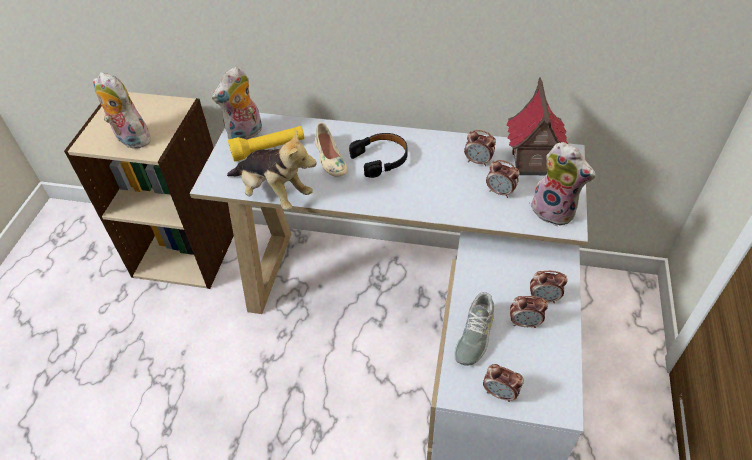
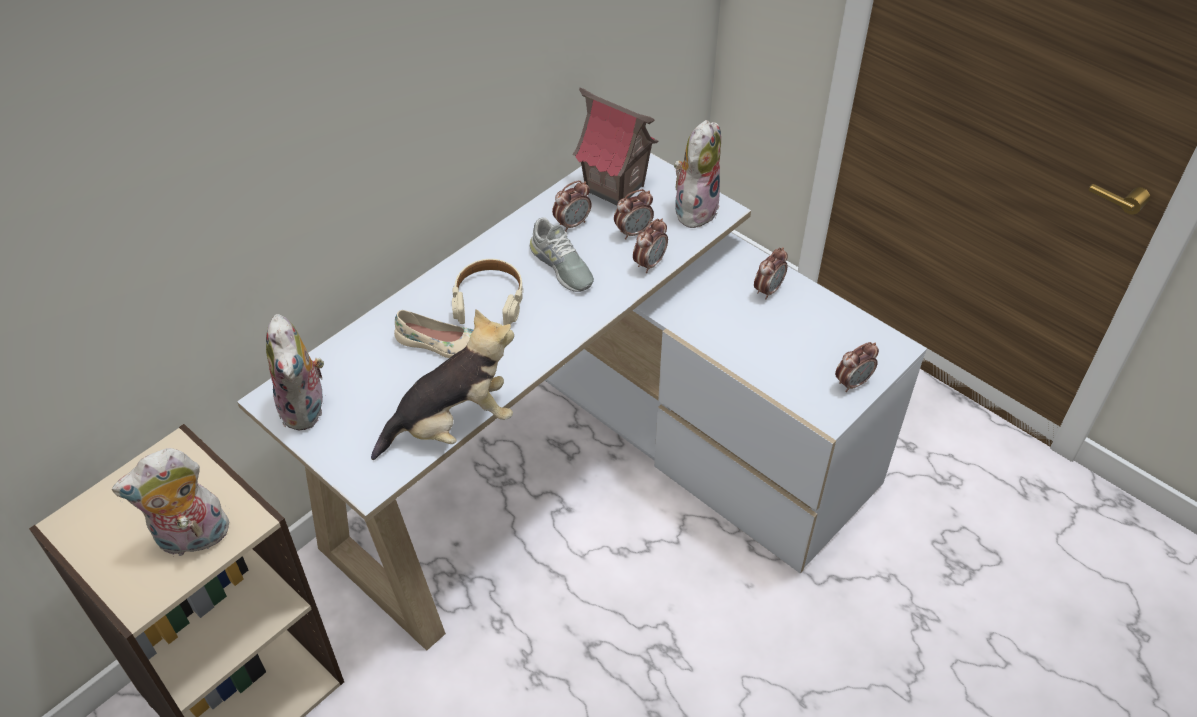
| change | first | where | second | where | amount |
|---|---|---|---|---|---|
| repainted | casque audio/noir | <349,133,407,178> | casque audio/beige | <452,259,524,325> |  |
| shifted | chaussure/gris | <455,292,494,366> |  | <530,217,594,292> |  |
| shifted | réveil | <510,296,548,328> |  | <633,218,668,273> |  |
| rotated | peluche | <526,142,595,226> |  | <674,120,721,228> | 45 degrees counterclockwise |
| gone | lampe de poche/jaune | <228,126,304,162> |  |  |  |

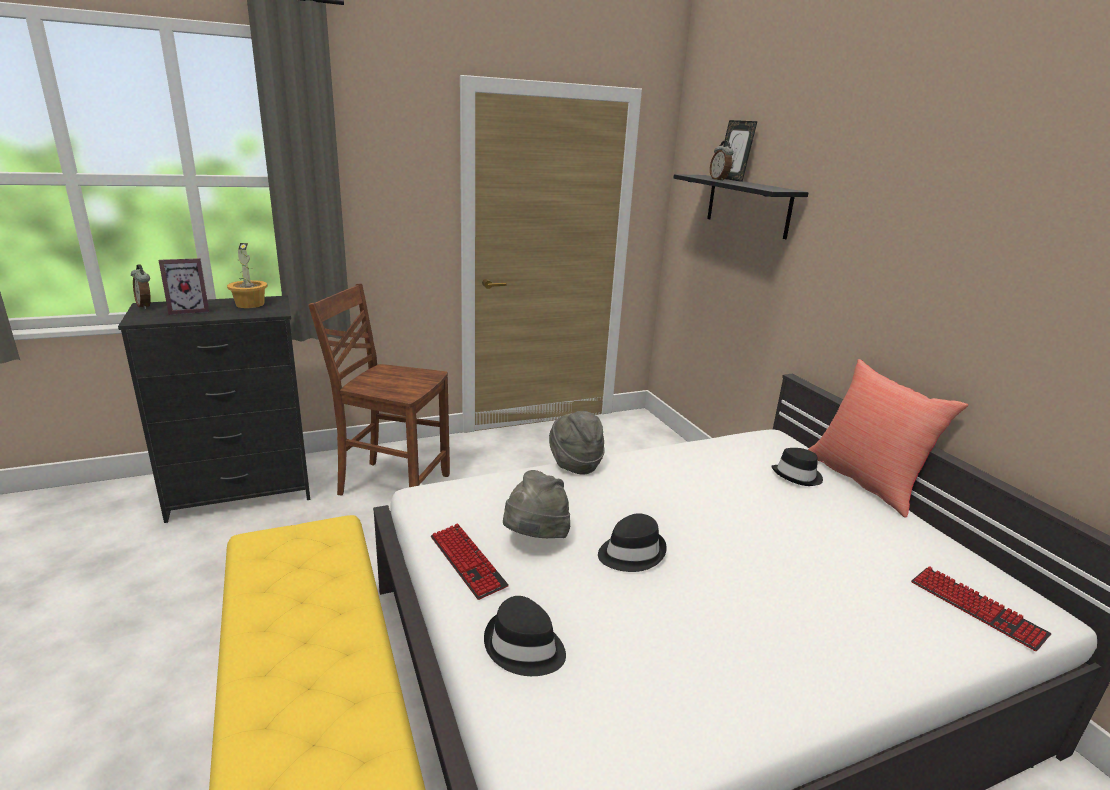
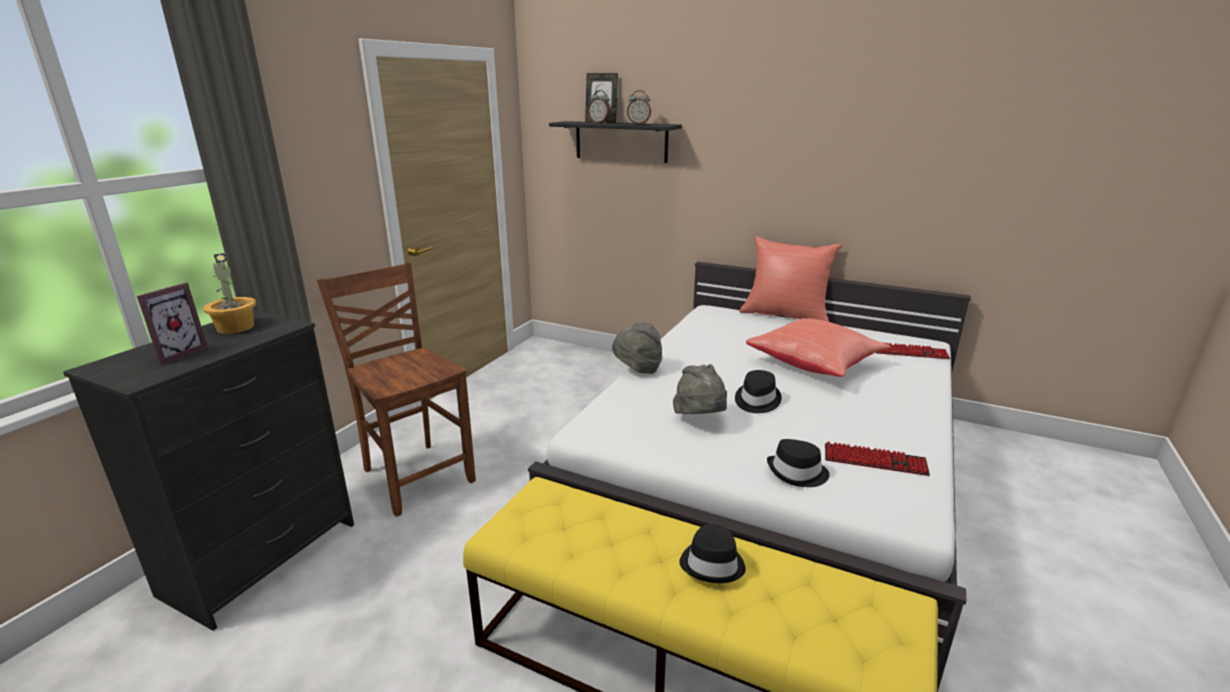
| change | first | where | second | where | amount |
|---|---|---|---|---|---|
| rotated | chaise/marron | <308,283,450,495> |  | <317,262,476,517> | 75 degrees clockwise |
| shifted | réveil | <131,265,151,309> |  | <627,90,651,125> |  |
| shifted | chapeau/noir | <771,448,823,486> |  | <679,524,746,583> |  |
| new |  |  | coussin/rouge | <746,319,891,377> |  |
| shifted | clavier | <431,523,509,600> |  | <825,442,930,476> |  |

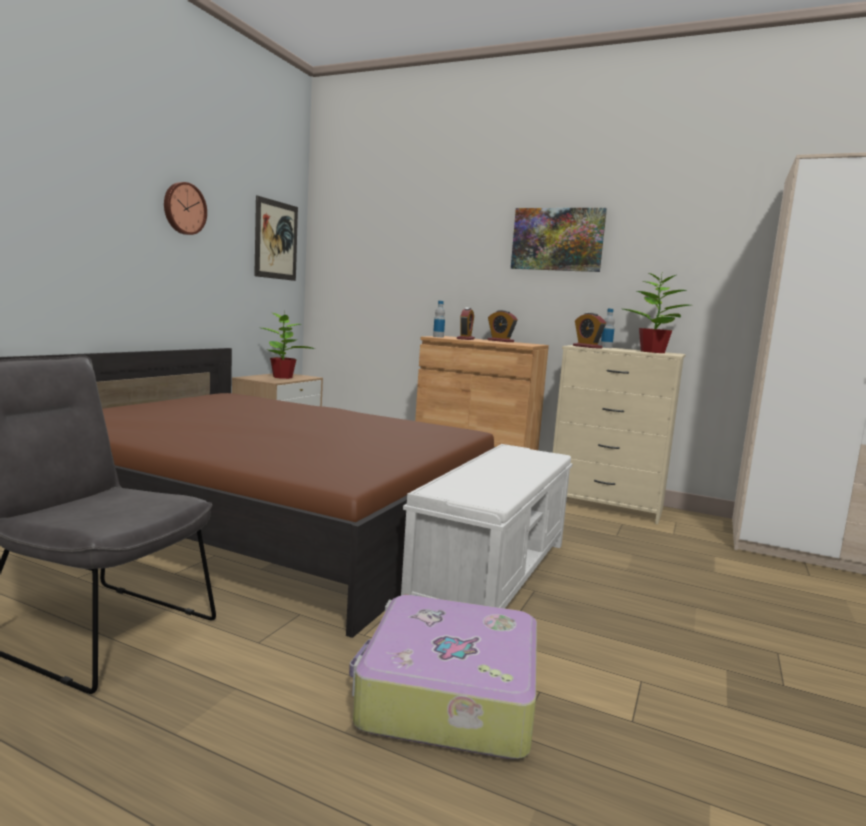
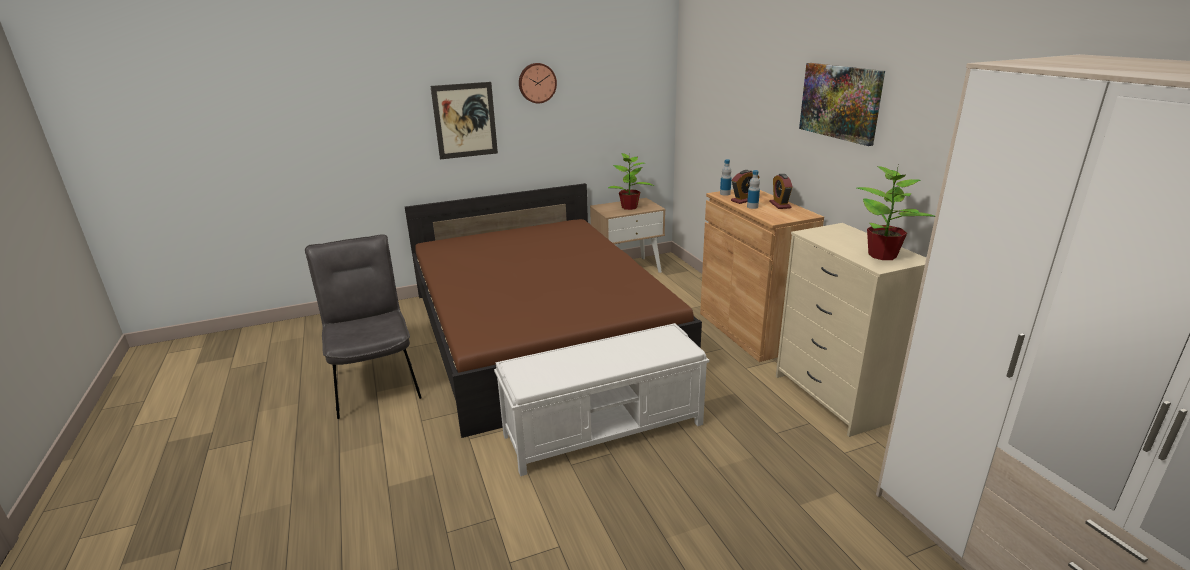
| change | first | where | second | where | amount |
|---|---|---|---|---|---|
| shifted | tableau | <254,195,298,281> |  | <430,82,498,159> |  |
| shifted | bouteille | <600,309,615,348> |  | <747,170,760,209> |  |
| gone | valise | <349,595,537,759> |  |  |  |
| gone | réveil | <573,312,606,349> |  |  |  |

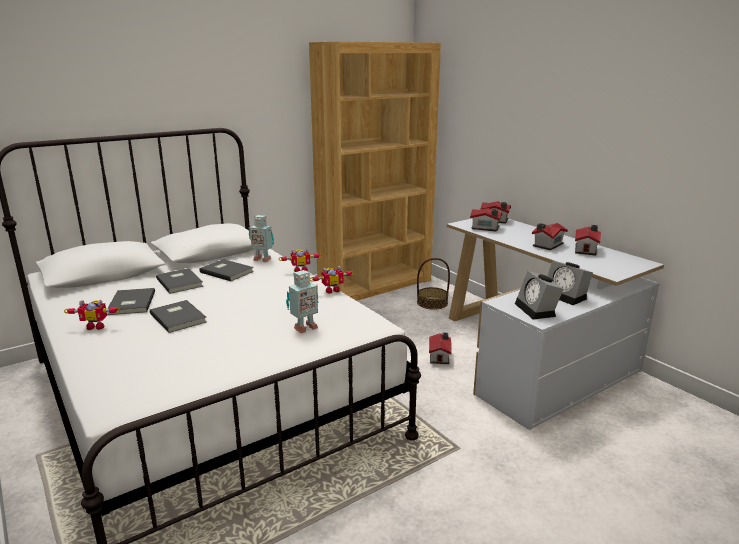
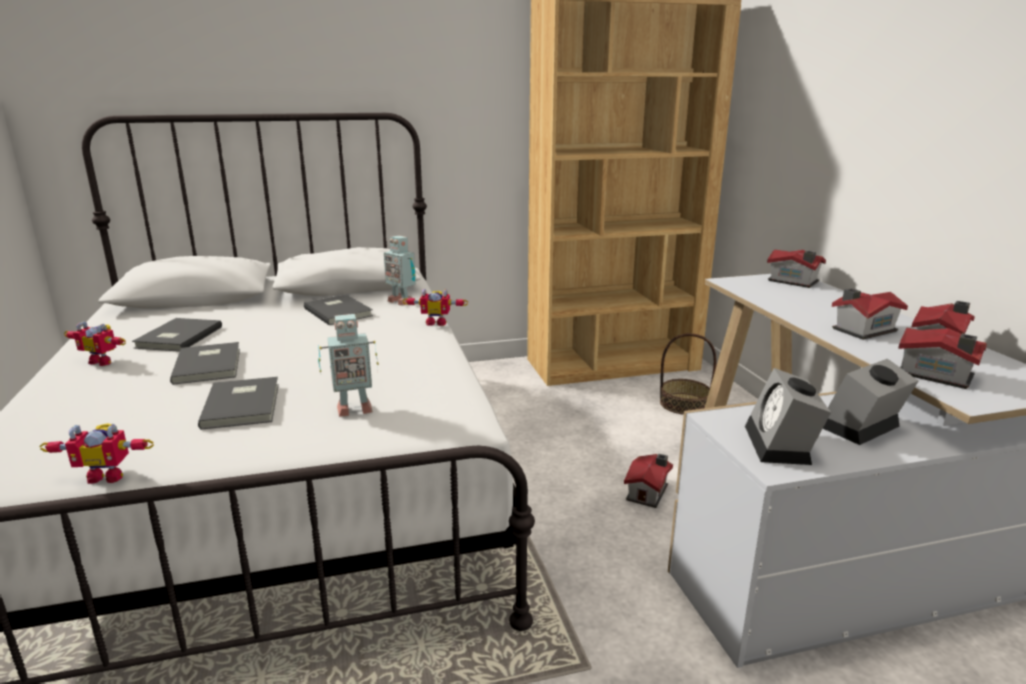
| change | first | where | second | where | amount |
|---|---|---|---|---|---|
| shifted | robot jouet | <310,266,355,293> |  | <39,423,154,484> |  |
| shifted | livre/gris | <156,268,203,294> |  | <198,377,279,430> |  |
| rotated | réveil | <548,261,593,305> |  | <823,359,919,445> | 75 degrees clockwise |
| shifted | maison miniature | <470,208,502,232> |  | <898,328,987,389> |  |

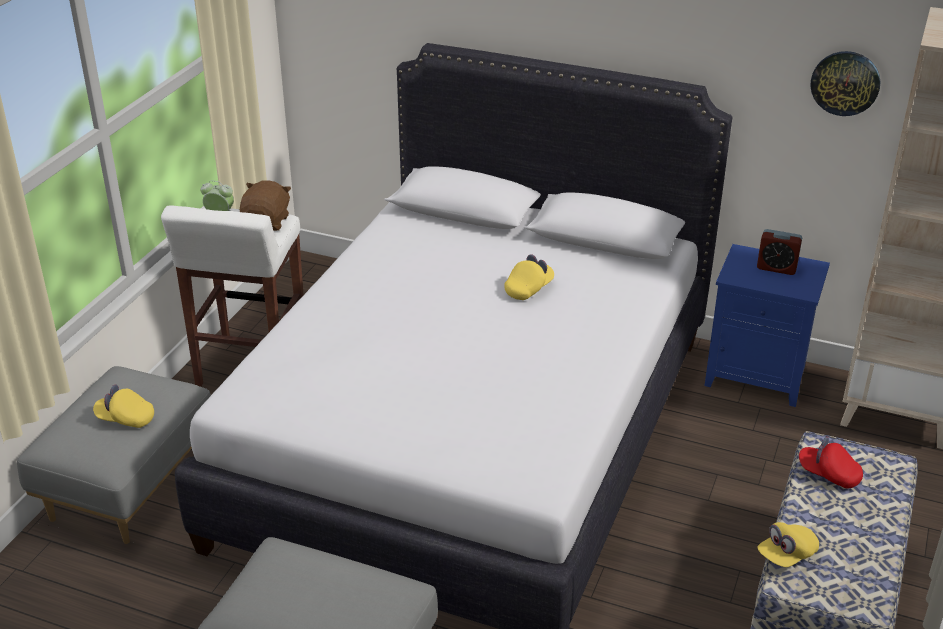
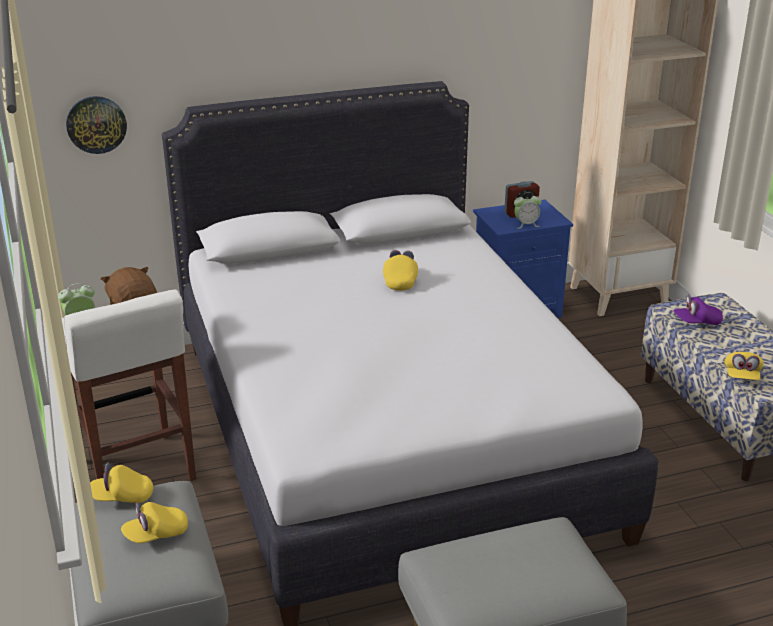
| change | first | where | second | where | amount |
|---|---|---|---|---|---|
| shifted | horloge murale | <810,51,880,116> |  | <66,96,127,154> |  |
| new |  |  | casquette/jaune | <90,462,153,503> |  |
| new |  |  | réveil | <514,192,541,229> |  |
| repainted | casquette/rouge | <799,436,863,488> | casquette/violet | <674,294,723,325> |  |

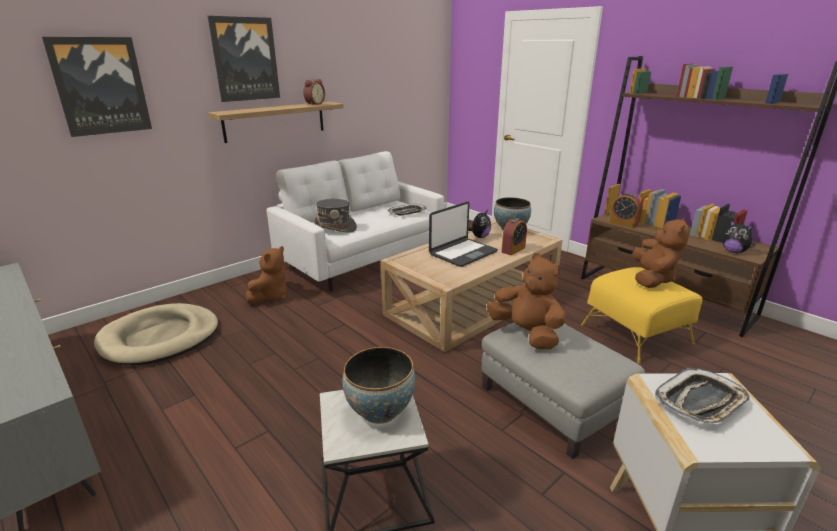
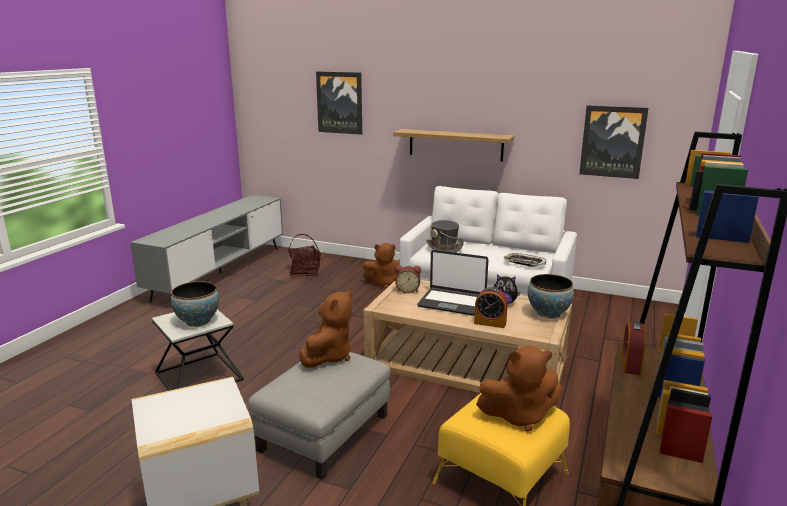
| change | first | where | second | where | amount |
|---|---|---|---|---|---|
| swapped | panier pour chien/beige | <94,303,219,365> | panier | <288,234,321,276> |  |
| shifted | réveil | <303,79,325,105> |  | <395,265,421,293> |  |
| shifted | tableau | <208,16,280,102> |  | <579,106,649,179> |  |
| gone | plateau | <655,368,750,425> |  |  |  |
| gone | peluche | <722,220,755,253> |  |  |  |

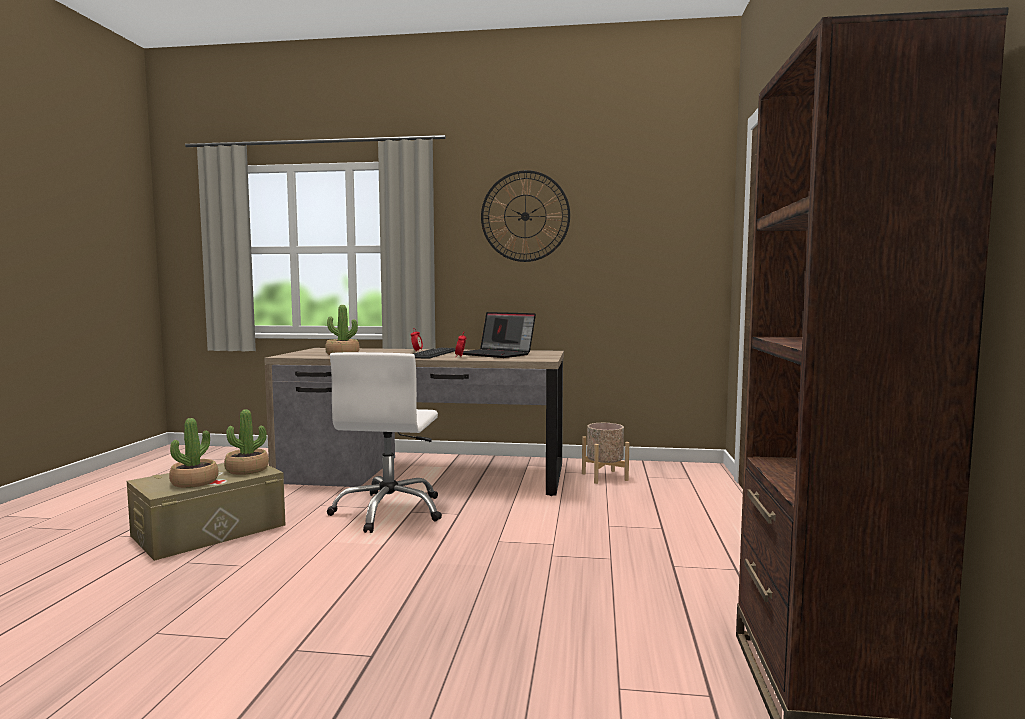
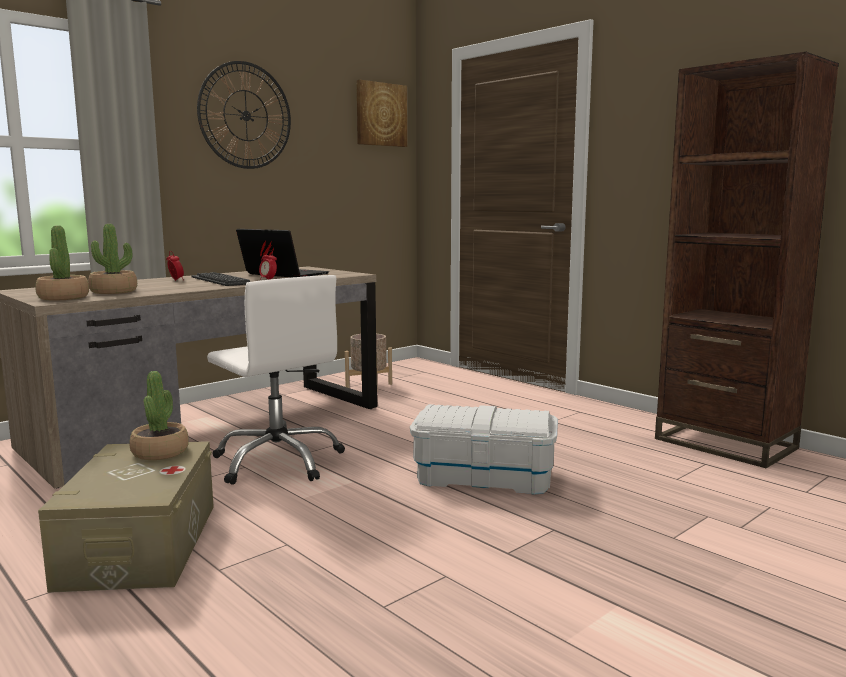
| change | first | where | second | where | amount |
|---|---|---|---|---|---|
| shifted | plante en pot | <169,418,218,488> |  | <35,225,89,301> |  |
| rotated | ordinateur portable | <462,312,536,358> |  | <236,229,329,277> | 135 degrees counterclockwise |
| new |  |  | tableau | <357,80,407,147> |  |
| new |  |  | boîte de rangement/blanc | <410,404,558,495> |  |

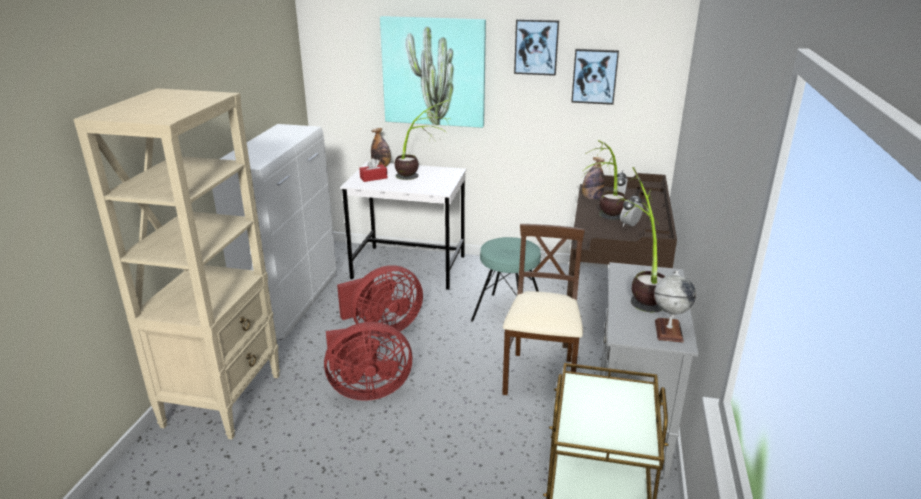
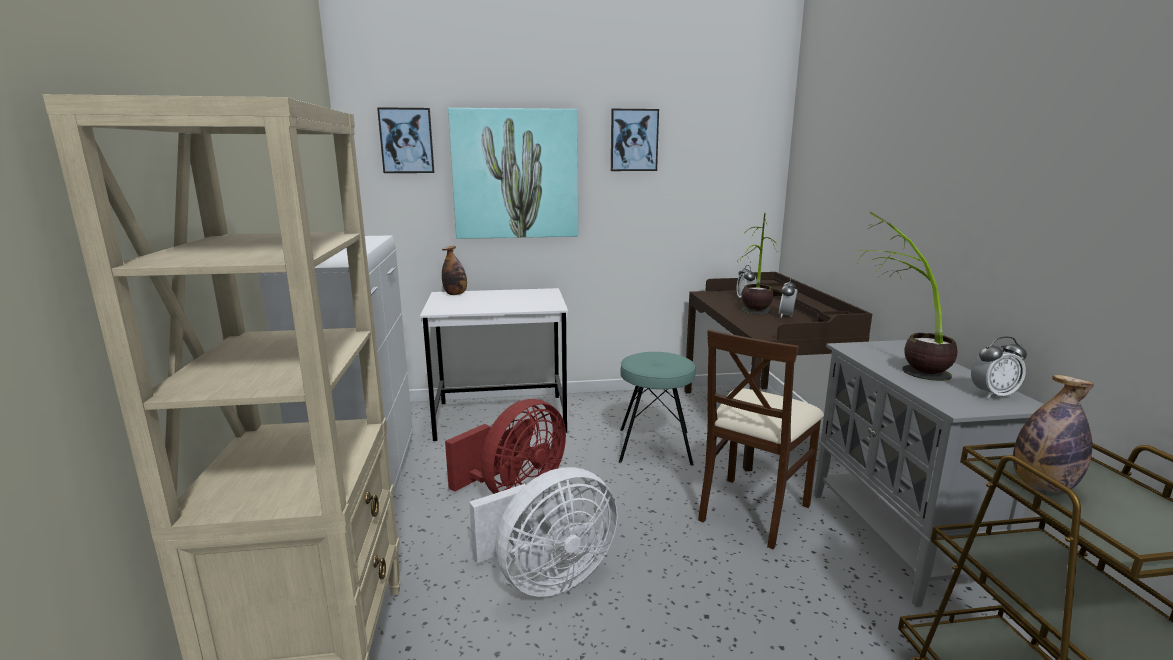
| change | first | where | second | where | amount |
|---|---|---|---|---|---|
| shifted | tableau | <571,49,619,105> |  | <377,107,435,173> |  |
| repainted | ventilateur/rouge | <324,322,412,401> | ventilateur/blanc | <469,467,618,597> |  |
| rotated | chaise/beige | <502,224,585,395> |  | <698,329,824,549> | 135 degrees counterclockwise |
| swapped | globe | <654,271,696,343> | réveil | <971,336,1027,399> |  |
| shifted | bouteille | <582,157,605,200> |  | <1013,375,1094,493> |  |
| gone | boîte à mouchoirs/rouge | <359,158,387,182> |  |  |  |
| gone | plante en pot | <394,100,450,180> |  |  |  |

